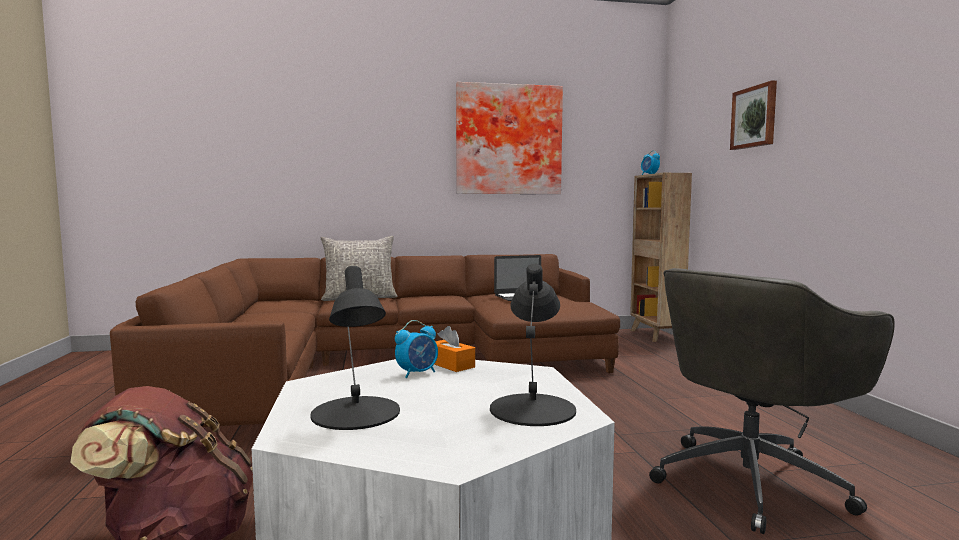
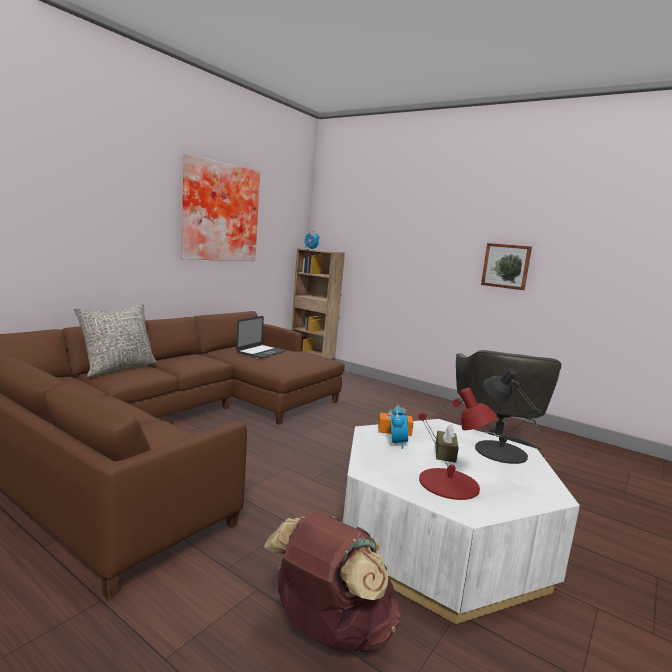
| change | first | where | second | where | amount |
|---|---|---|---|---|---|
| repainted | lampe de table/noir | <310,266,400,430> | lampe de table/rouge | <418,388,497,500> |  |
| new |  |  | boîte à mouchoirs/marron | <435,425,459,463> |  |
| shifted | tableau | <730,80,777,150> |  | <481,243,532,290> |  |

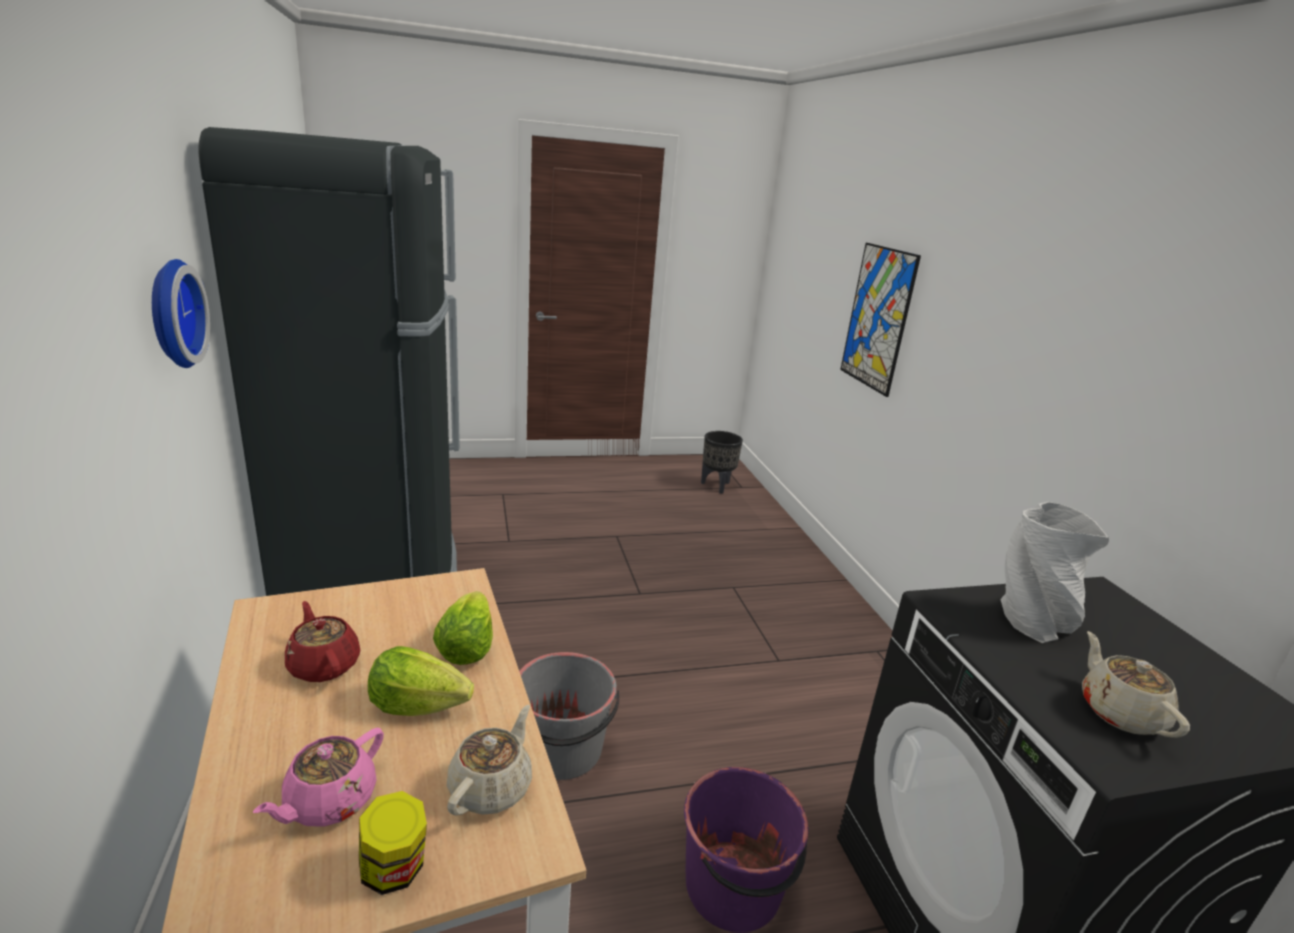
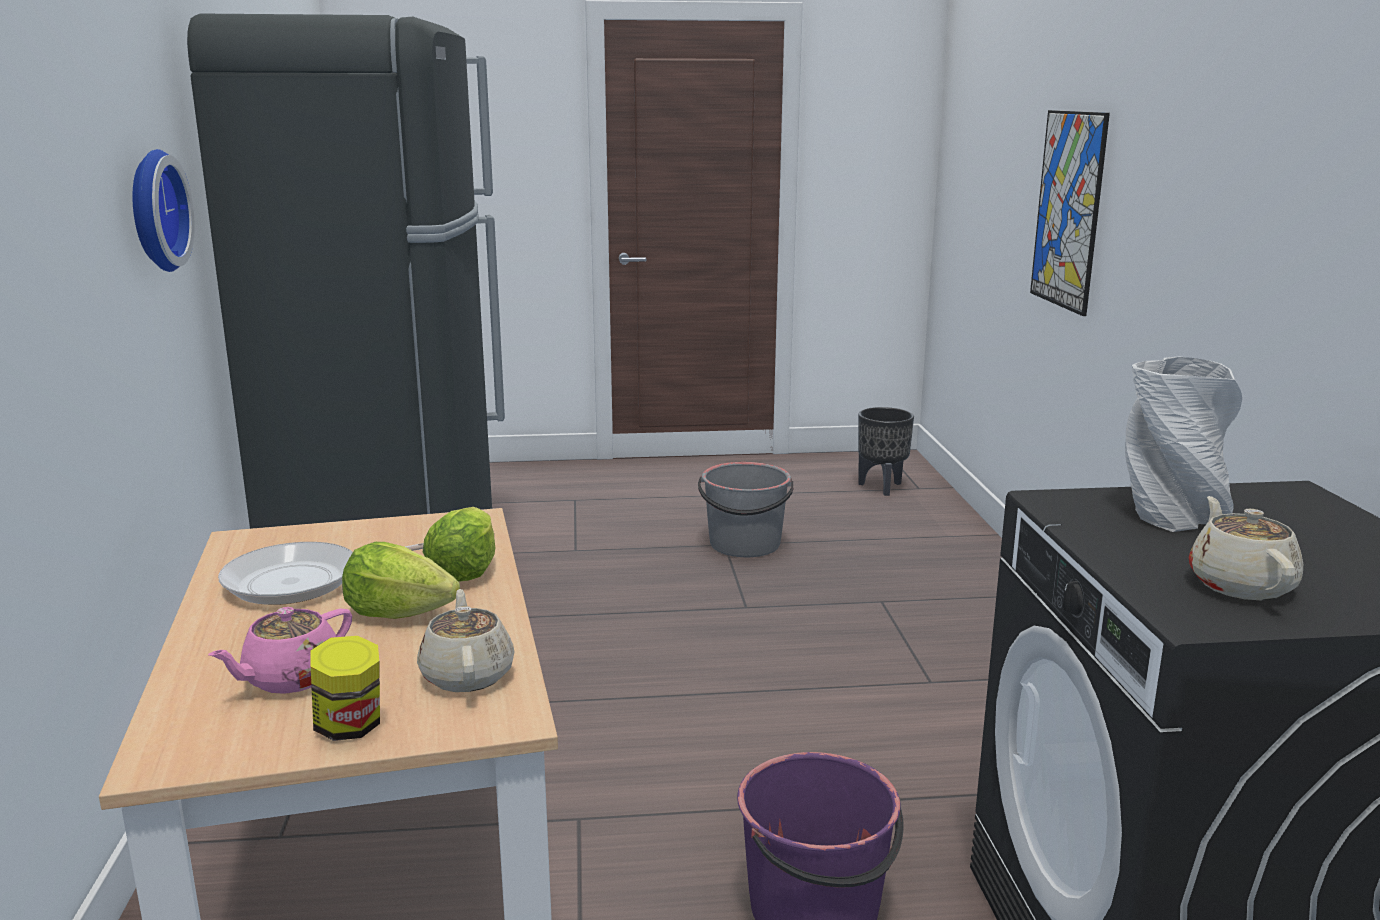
| change | first | where | second | where | amount |
|---|---|---|---|---|---|
| swapped | théière/rouge | <285,601,361,682> | poêle | <218,542,424,605> |  |
| rotated | théière/beige | <447,705,532,816> |  | <417,589,514,692> | 45 degrees counterclockwise |
| shifted | seau/gris | <519,652,619,780> |  | <698,462,793,557> |  |

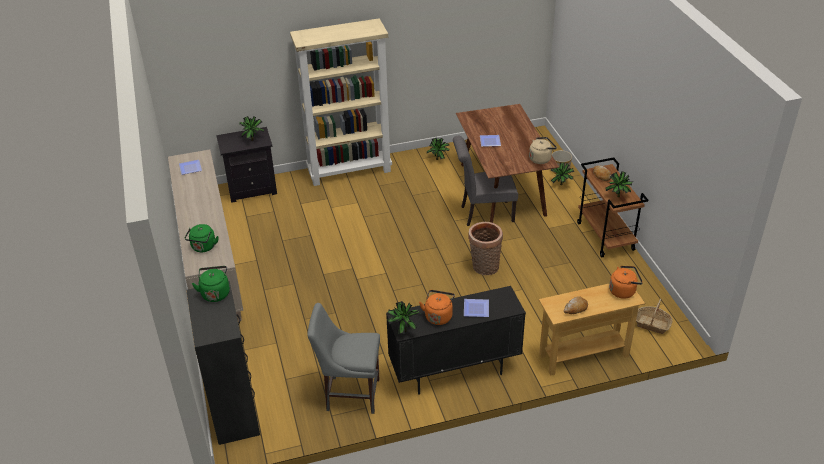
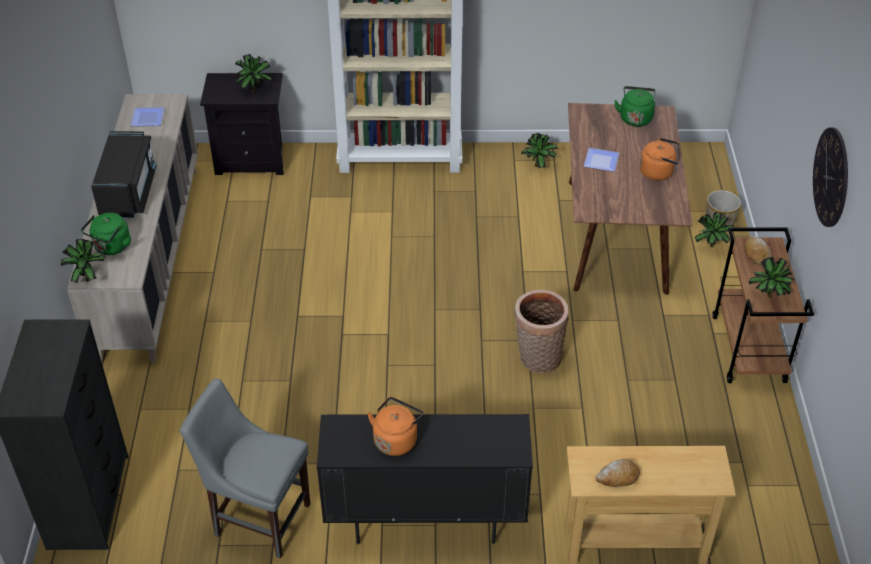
| change | first | where | second | where | amount |
|---|---|---|---|---|---|
| shifted | plante en pot | <387,301,420,334> |  | <61,239,105,283> |  |
| new |  |  | micro-ondes/noir | <91,131,157,218> |  |
| shifted | bouilloire/vert | <192,266,230,302> |  | <614,86,656,127> |  |
| shifted | bouilloire/orange | <609,266,643,299> |  | <640,138,680,180> |  |
| new |  |  | horloge murale | <813,127,848,227> |  |
| gone | chaise/gris | <453,136,518,226> |  |  |  |
| gone | assiette | <464,299,489,317> |  |  |  |
| gone | bouilloire/beige | <529,137,557,164> |  |  |  |
| gone | panier | <636,299,672,334> |  |  |  |

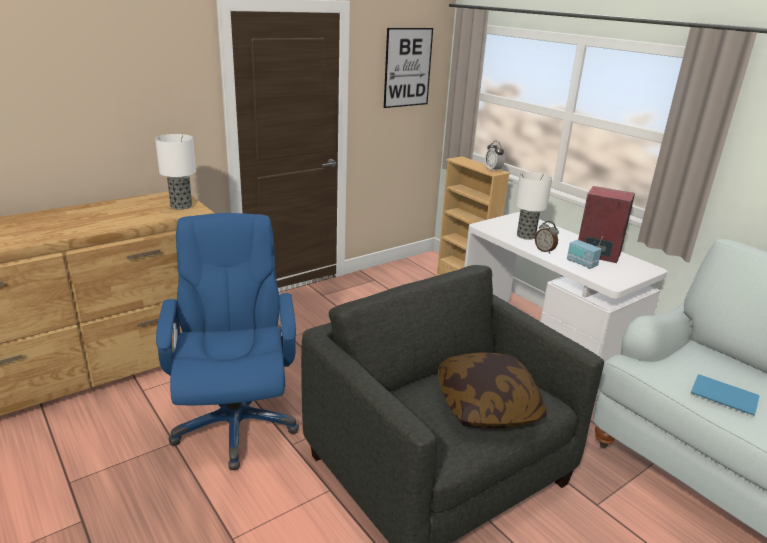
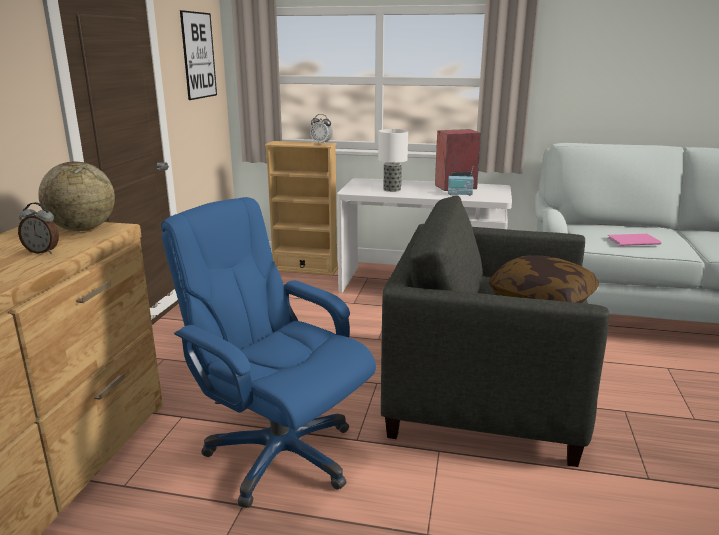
| change | first | where | second | where | amount |
|---|---|---|---|---|---|
| shifted | réveil | <535,221,559,254> |  | <18,202,59,254> |  |
| swapped | lampe de table | <155,134,196,210> | globe | <38,162,115,231> |  |
| repainted | livre/bleu | <691,374,760,416> | livre/rose | <607,234,661,246> |  |

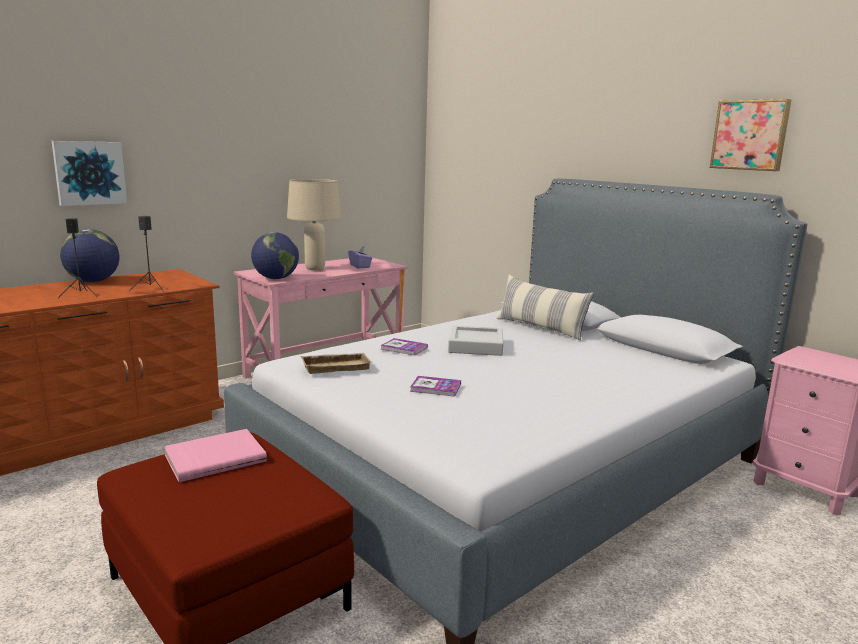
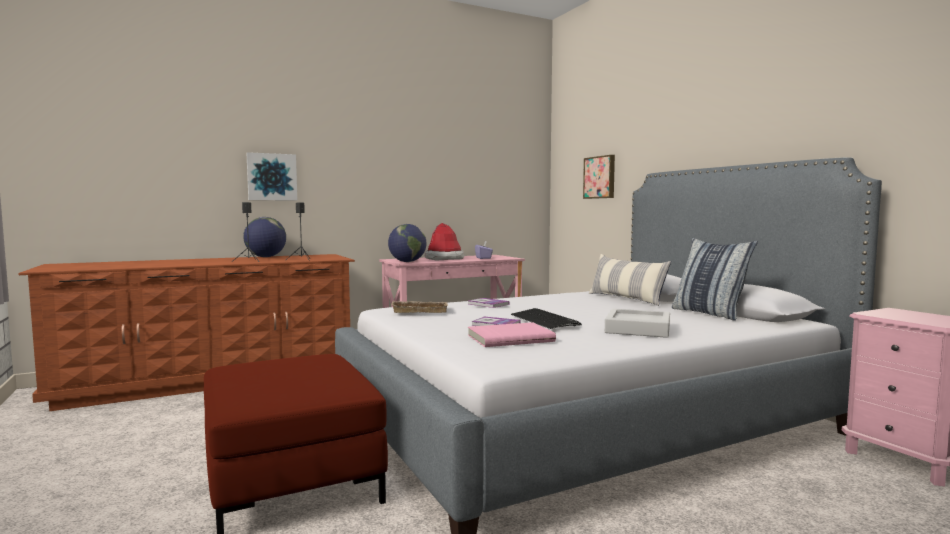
| change | first | where | second | where | amount |
|---|---|---|---|---|---|
| swapped | lampe de table/beige | <287,179,341,270> | chapeau | <424,223,464,261> |  |
| shifted | livre/rose | <164,429,267,482> |  | <468,322,556,347> |  |
| new |  |  | clavier | <511,308,582,329> |  |
| shifted | tableau | <710,99,791,171> |  | <583,155,615,199> |  |
| shifted | plateau/gris | <448,326,503,356> |  | <605,309,670,338> |  |
| new |  |  | coussin | <672,238,758,321> |  |

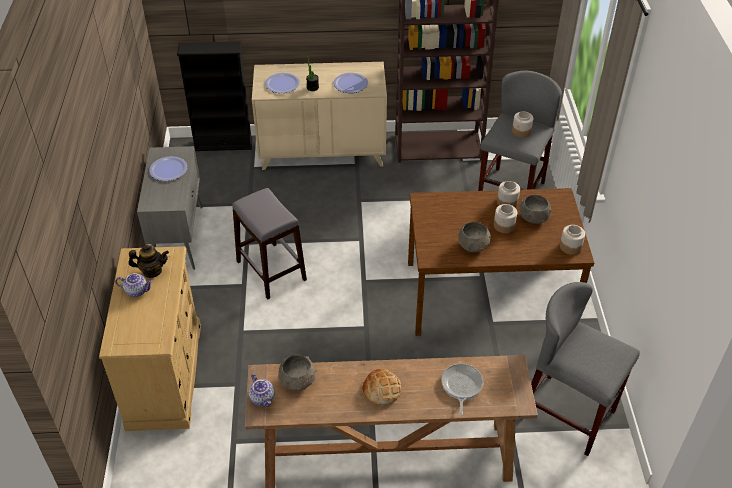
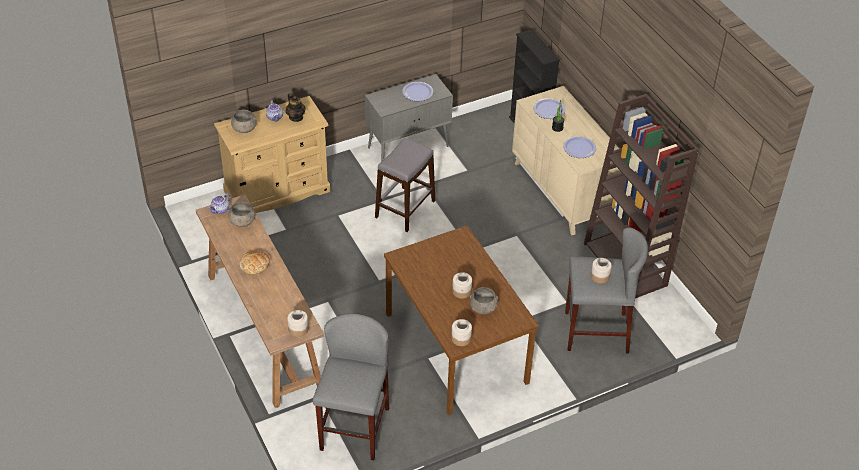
| change | first | where | second | where | amount |
|---|---|---|---|---|---|
| shifted | bol/gris | <458,222,491,252> |  | <231,110,257,133> |  |
| shifted | bocal | <497,181,520,207> |  | <287,310,308,337> |  |
| gone | poêle | <441,364,483,416> |  |  |  |

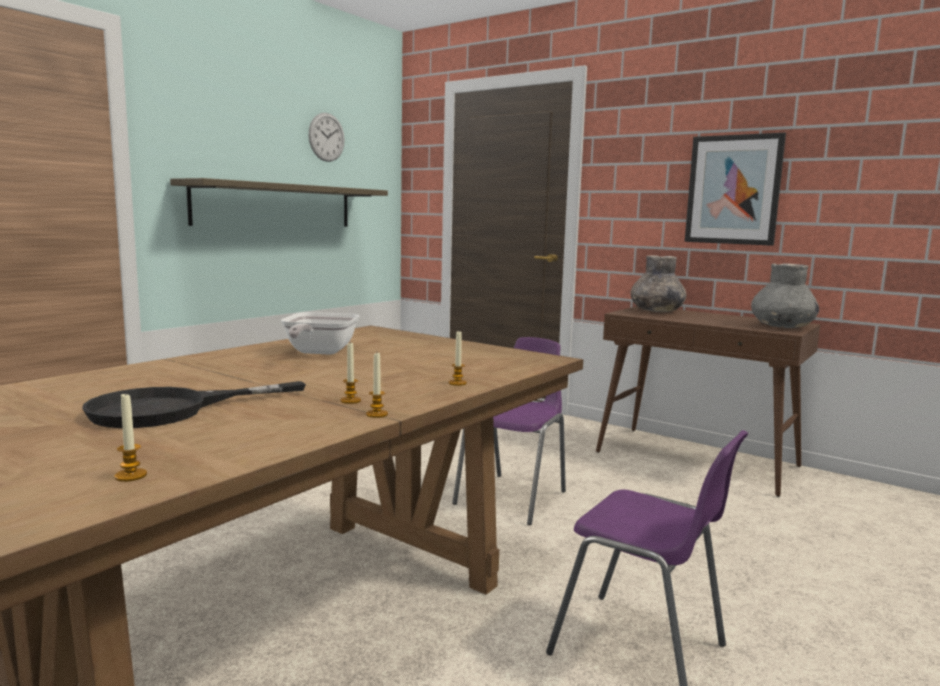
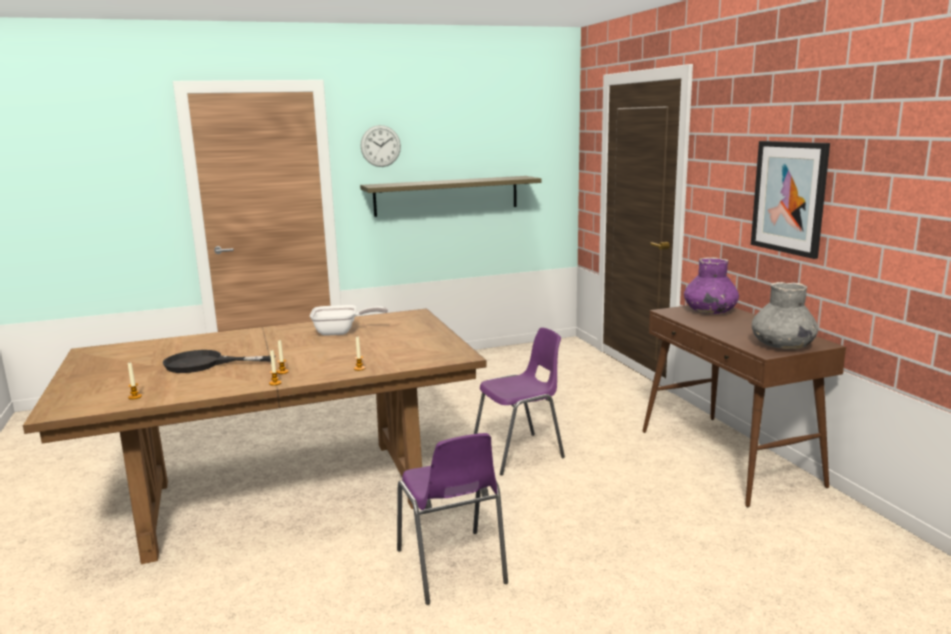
| change | first | where | second | where | amount |
|---|---|---|---|---|---|
| rotated | poêle | <281,312,360,355> |  | <310,305,388,336> | 135 degrees counterclockwise |
| shifted | horloge murale | <308,113,345,162> |  | <361,125,401,167> |  |
| repainted | vase/gris | <631,255,686,312> | vase/violet | <684,257,739,314> |  |

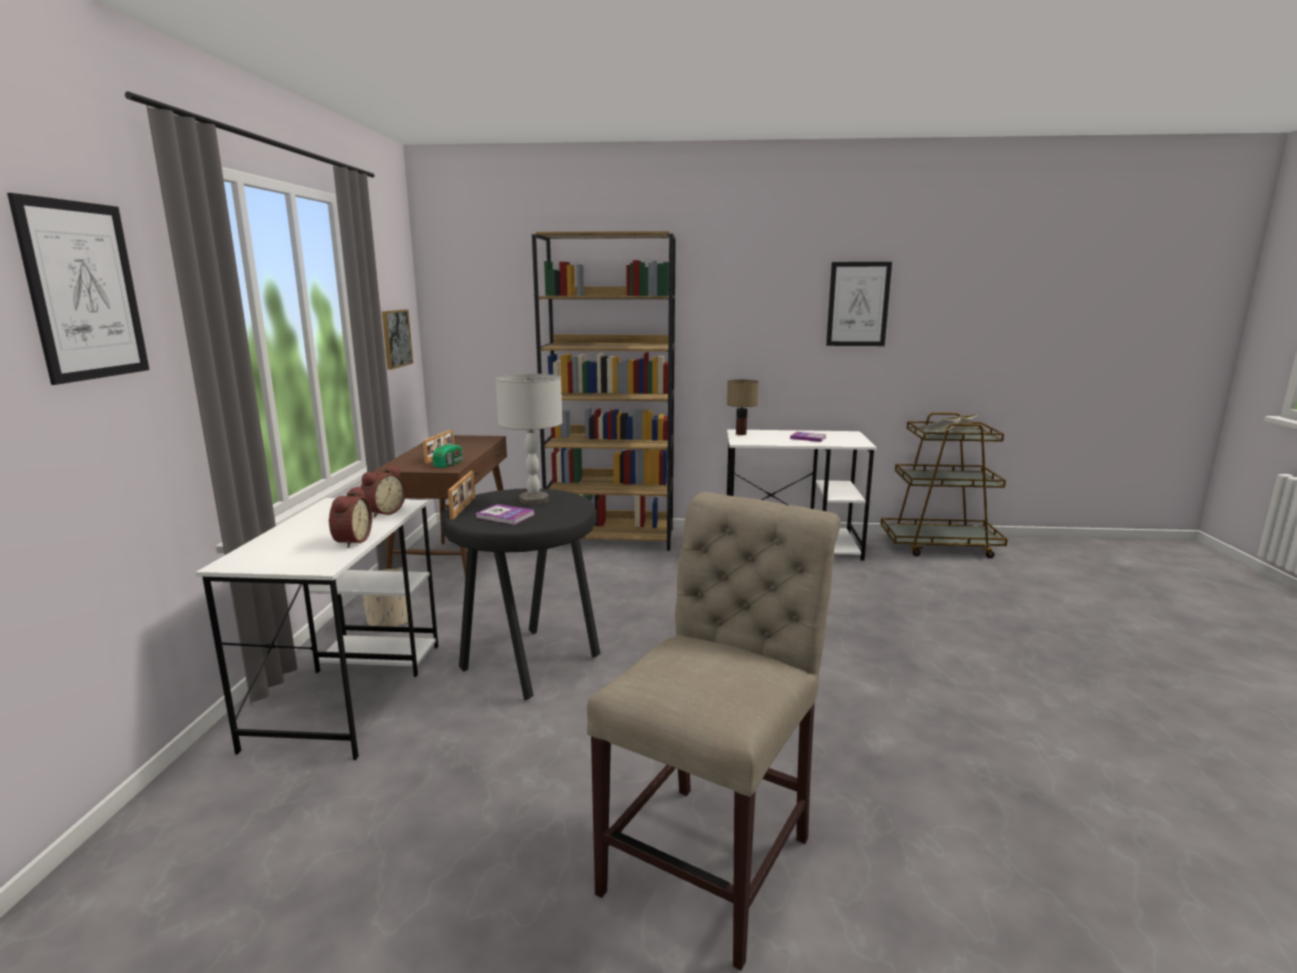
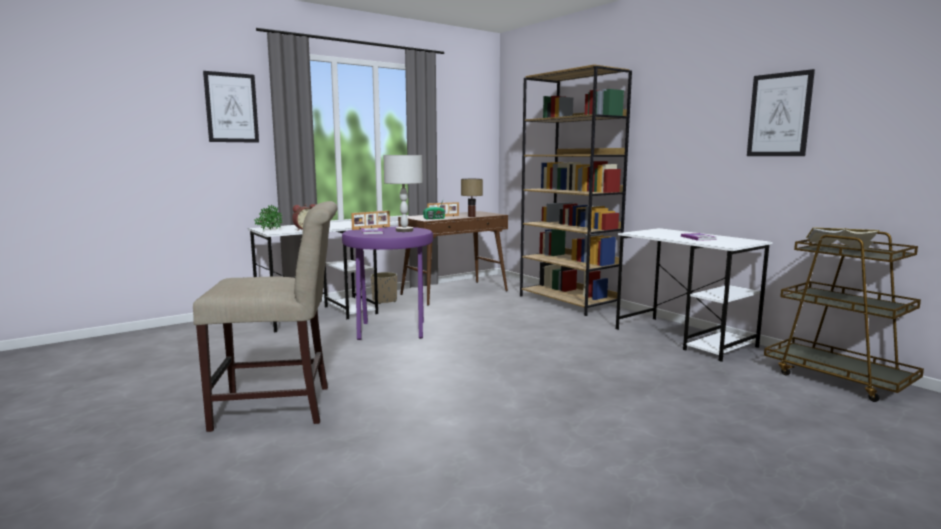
| change | first | where | second | where | amount |
|---|---|---|---|---|---|
| new |  |  | plante en pot | <254,205,283,230> |  |
| repainted | tabouret/noir | <441,489,600,700> | tabouret/violet | <342,227,433,340> |  |
| shifted | lampe de table | <727,380,759,435> |  | <461,179,483,217> |  |
| gone | réveil | <360,465,406,518> |  |  |  |
| gone | tableau | <382,309,413,370> |  |  |  |

